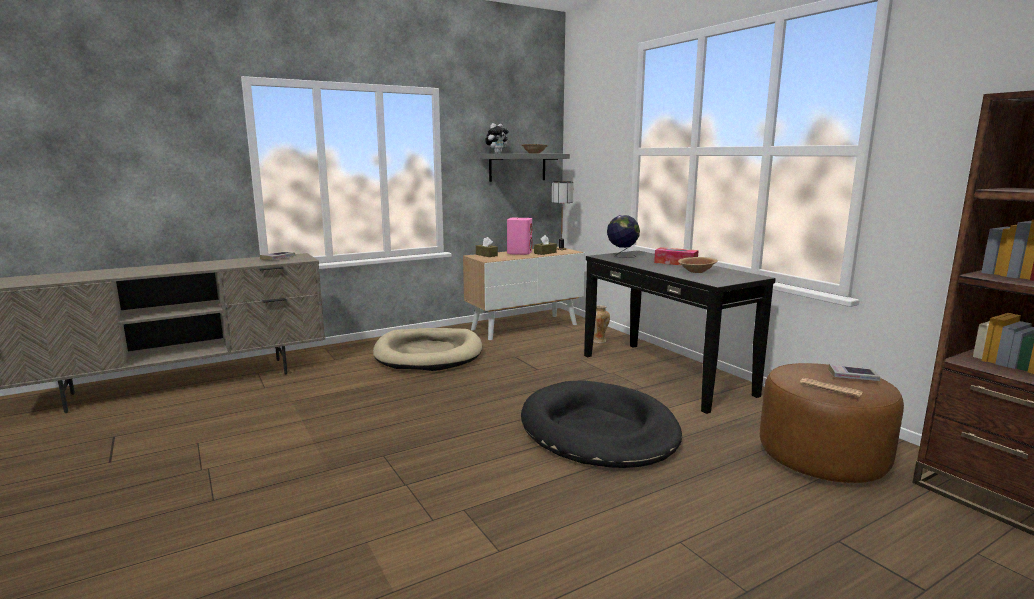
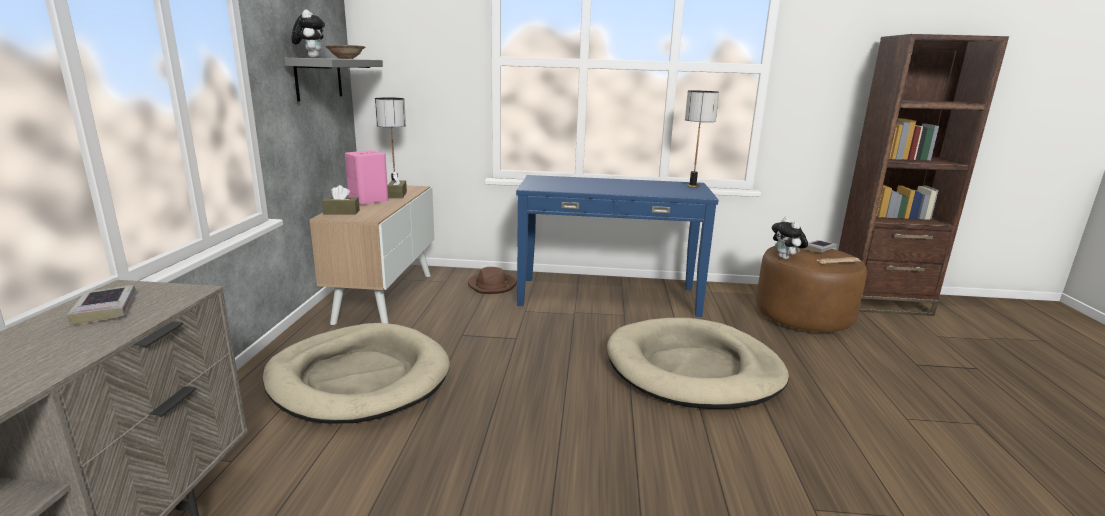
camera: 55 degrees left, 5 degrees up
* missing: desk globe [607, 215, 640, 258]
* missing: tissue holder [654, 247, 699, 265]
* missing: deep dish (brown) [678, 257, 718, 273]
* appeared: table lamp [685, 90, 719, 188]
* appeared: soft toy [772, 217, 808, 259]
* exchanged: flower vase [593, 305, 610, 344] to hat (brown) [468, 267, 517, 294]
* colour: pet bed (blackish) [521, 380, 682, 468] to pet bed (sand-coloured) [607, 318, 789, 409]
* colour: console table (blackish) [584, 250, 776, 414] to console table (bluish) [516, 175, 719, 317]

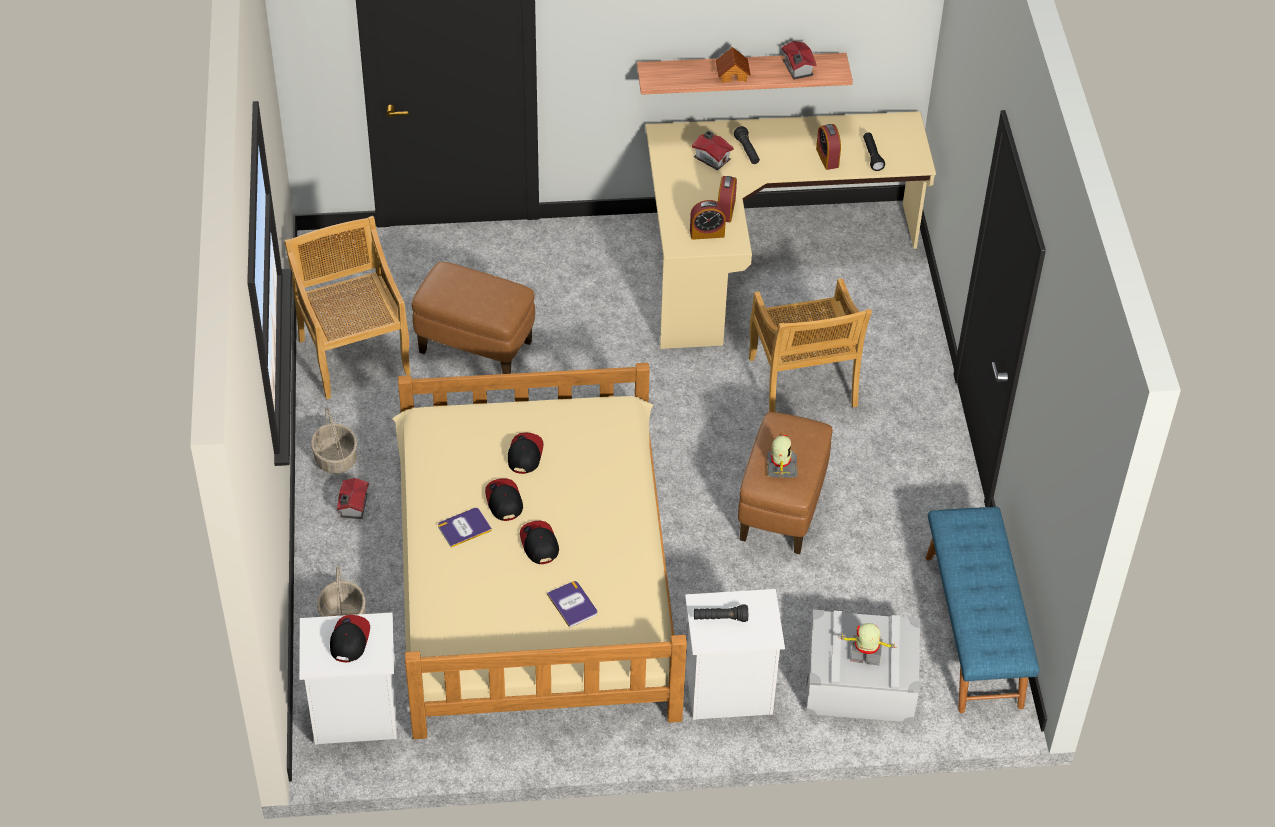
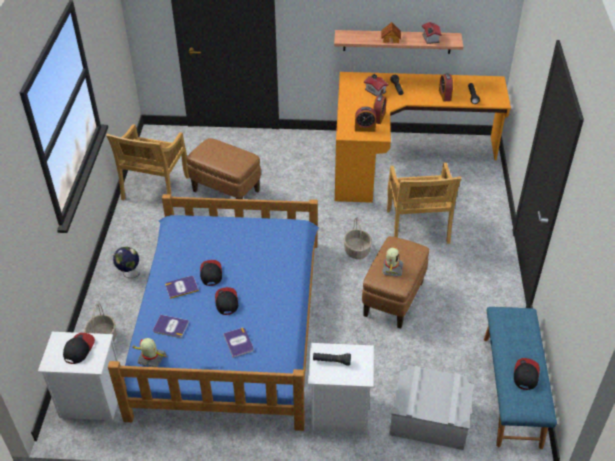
camera: 10 degrees right, 5 degrees down
* appeared: bound book [153, 315, 189, 338]
* relocated: storage basket [311, 408, 357, 474] to [344, 217, 372, 259]
* relocated: baseball cap [508, 432, 543, 474] to [514, 358, 540, 390]
* relocated: robot figure [838, 623, 896, 666] to [133, 338, 166, 367]
* exchanged: miniature house [337, 478, 369, 519] to desk globe [113, 246, 140, 278]
* colour: sleeping bed (sand-coloured) [392, 363, 687, 739] to sleeping bed (bluish) [108, 194, 320, 431]
* colour: desk (sand-coloured) [646, 111, 936, 349] to desk (orangey) [335, 72, 511, 203]
* spun: chair (sand-coloured) [284, 216, 410, 399] = [106, 124, 189, 200] 150 degrees counterclockwise

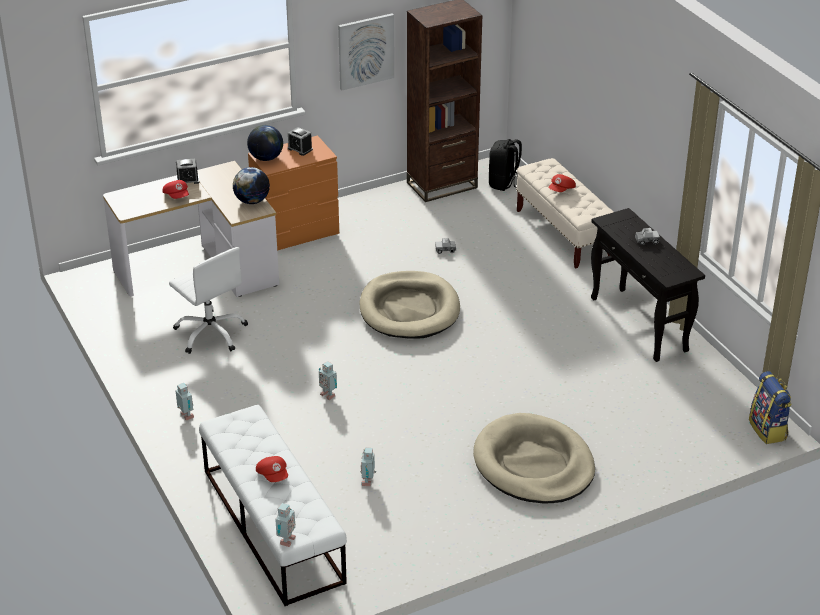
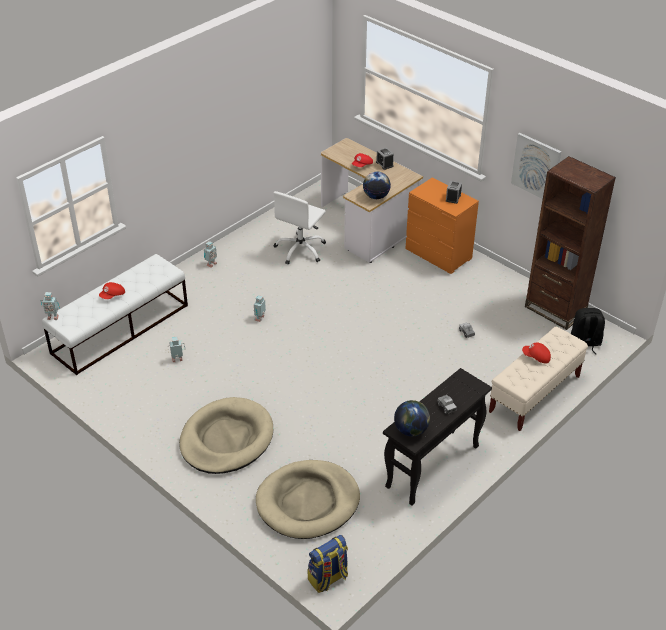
camera: 70 degrees right, 5 degrees up
* relocated: desk globe [247, 125, 283, 161] to [394, 400, 430, 436]
* relocated: pet bed (sand-coloured) [360, 271, 460, 338] to [256, 460, 360, 539]

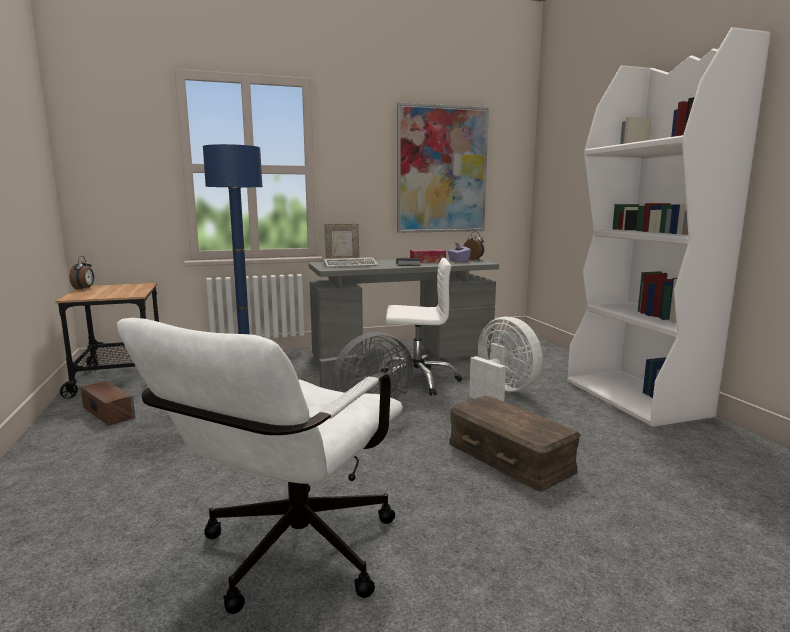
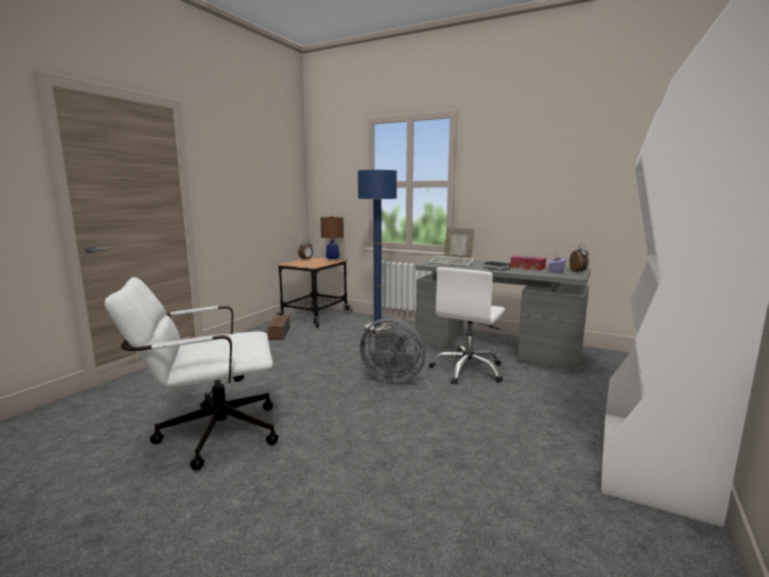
camera: 45 degrees right, 0 degrees up
* missing: wall picture [397, 102, 489, 233]
* missing: storage container (brown) [449, 396, 581, 492]
* missing: electric fan (whitish) [469, 317, 542, 401]
* appeared: table lamp (brown) [320, 216, 344, 261]
* spun: office chair (whitish) [379, 258, 462, 396] = [429, 267, 505, 385] 75 degrees clockwise

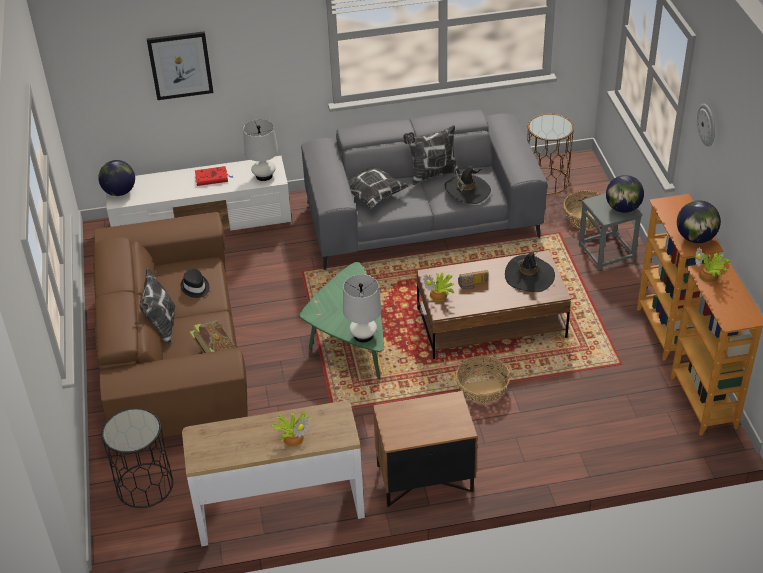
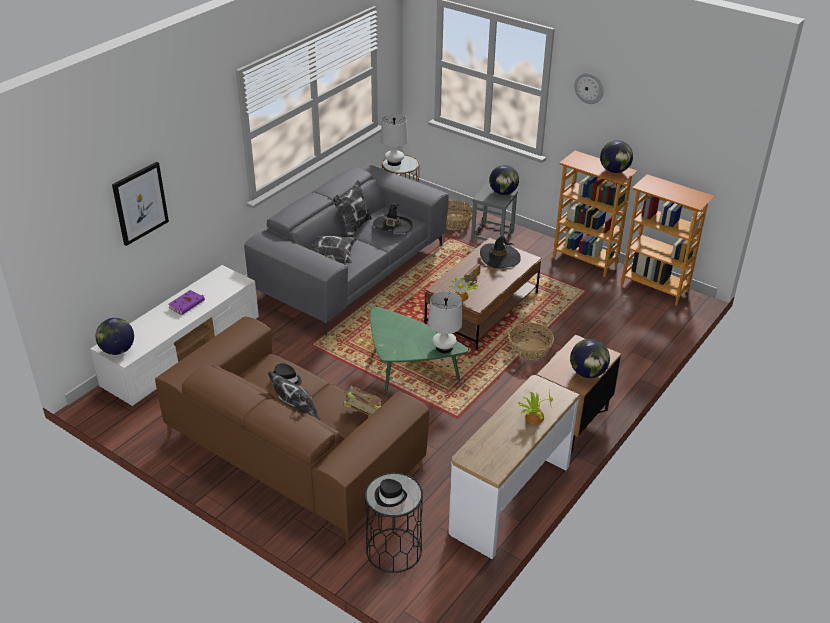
camera: 45 degrees left, 5 degrees down
* missing: houseplant [695, 247, 731, 282]
* appeared: hat (blackish) [374, 479, 407, 507]
* appeared: desk globe [570, 339, 610, 378]
* relocated: table lamp (whitish) [243, 119, 278, 181] to [381, 114, 408, 166]
* colour: bound book (reddish) [195, 166, 233, 186] to bound book (purplish) [168, 290, 205, 315]

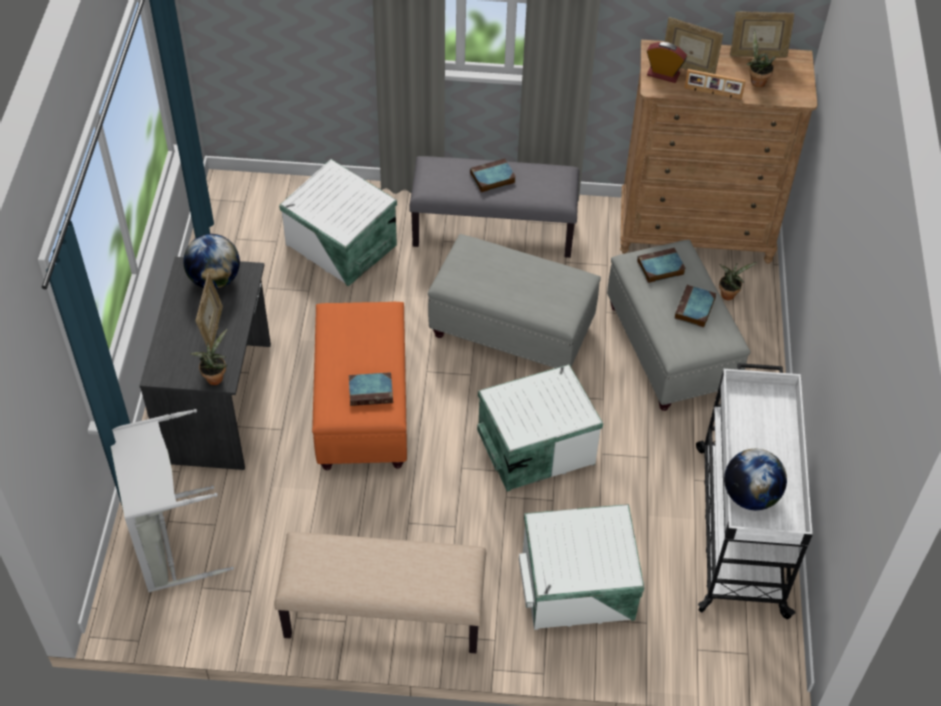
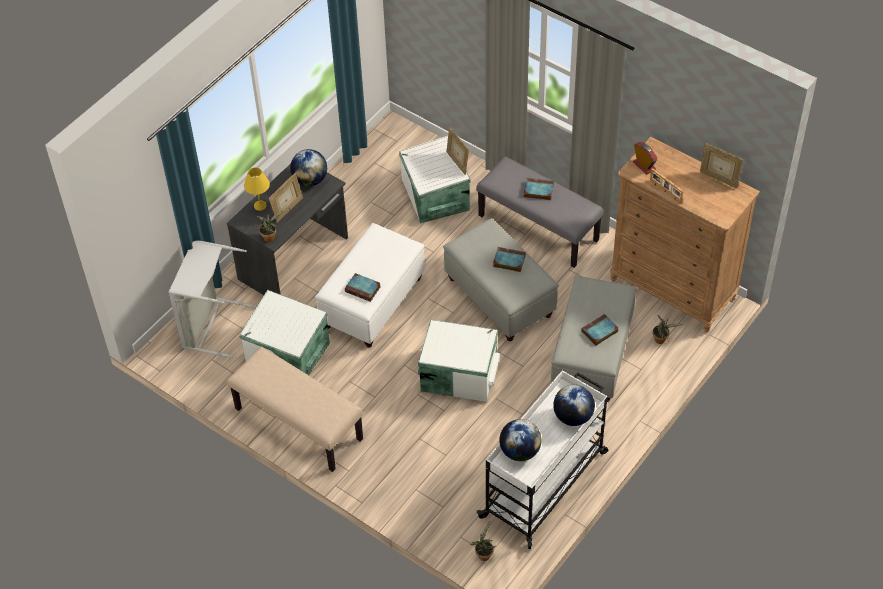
camera: 35 degrees right, 0 degrees up
* appeared: table lamp (yellowish) [244, 167, 270, 211]
* appeared: desk globe [553, 384, 595, 426]
* relocated: storage container (whitish) [519, 504, 644, 630] to [239, 290, 330, 375]
* relocated: bound book [637, 248, 686, 283] to [493, 247, 526, 272]
* relocated: photo frame [665, 17, 723, 74] to [446, 127, 469, 175]
* relocated: houseplant [746, 30, 776, 87] to [471, 521, 496, 561]
* colour: pouffe (orangey) [312, 302, 407, 470] to pouffe (whitish) [315, 223, 425, 347]

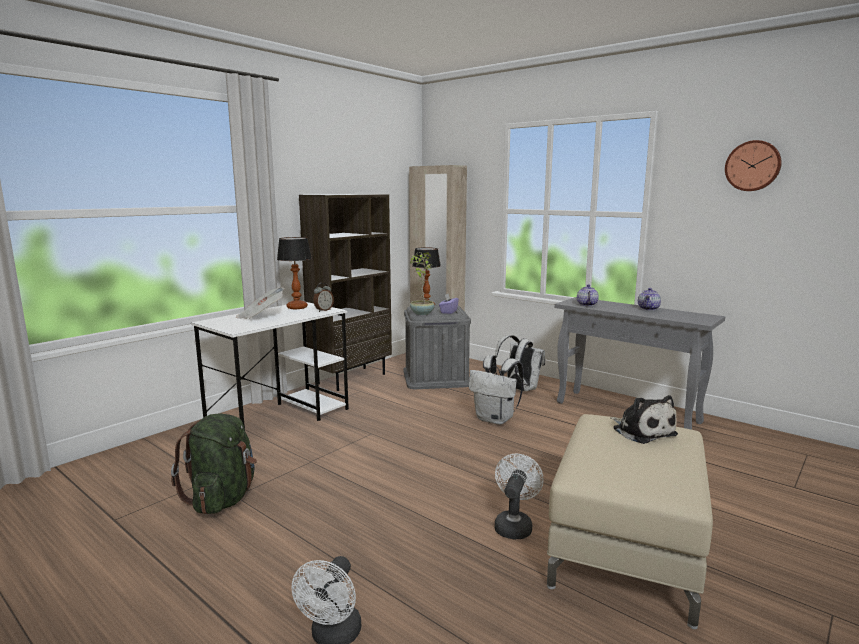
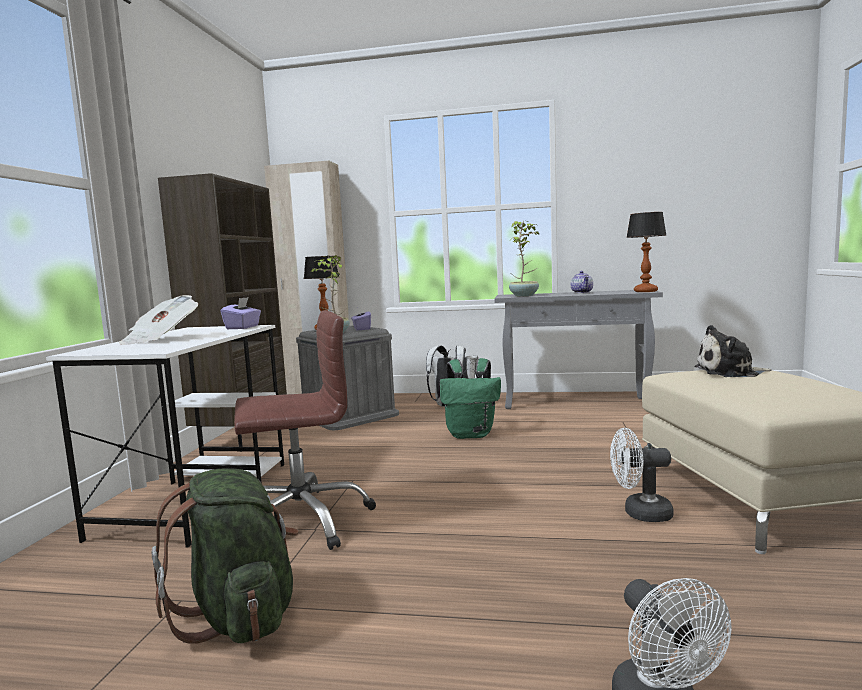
camera: 30 degrees left, 5 degrees down
* missing: wall clock [725, 140, 782, 191]
* appeared: office chair (brown) [234, 310, 376, 550]
* relocated: table lamp [277, 237, 312, 309] to [626, 212, 666, 292]
* exchanged: alarm clock [313, 283, 334, 312] to tissue holder (purplish) [221, 297, 261, 329]
* exchanged: pot for tea [577, 284, 599, 306] to houseplant [509, 221, 539, 297]
* colour: rucksack (whitish) [469, 355, 524, 425] to rucksack (green-coloured) [440, 358, 501, 439]
* spun: electric fan (whitish) [495, 453, 544, 540] = [610, 428, 674, 522] 75 degrees counterclockwise
* spun: soft toy [610, 395, 678, 444] = [694, 325, 772, 377] 150 degrees clockwise

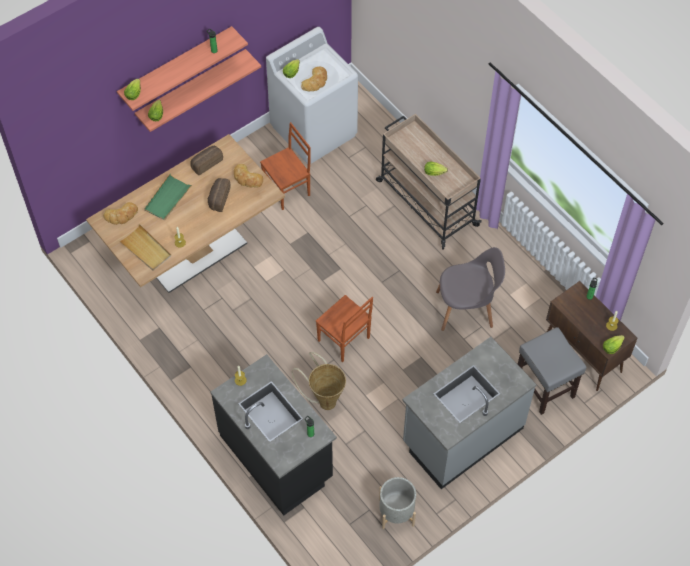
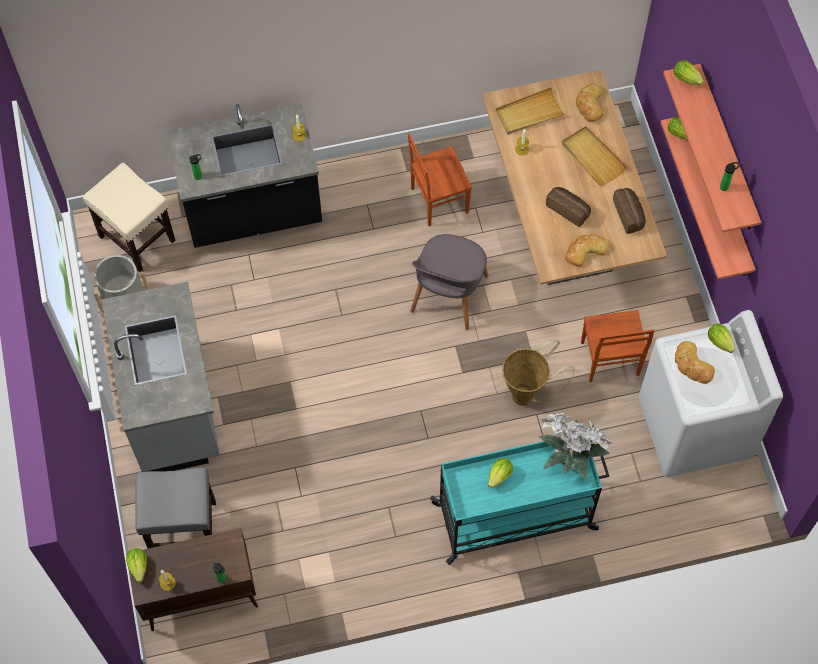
camera: 115 degrees right, 5 degrees up
* appeared: stool seat (sand-coloured) [83, 163, 175, 272]
* appeared: houseplant [539, 413, 612, 480]
* relocated: storage basket [292, 352, 346, 410] to [502, 340, 575, 406]
* relocated: chair (brown) [316, 295, 373, 362] to [408, 133, 472, 226]
* relocated: chair (gray) [436, 247, 505, 331] to [410, 234, 488, 330]
* colour: tray (green-coloured) [144, 174, 192, 220] to tray (sand-coloured) [562, 126, 627, 186]
* colour: trolley (sand-coloured) [376, 114, 482, 250] to trolley (turquoise-coloured) [430, 441, 609, 565]

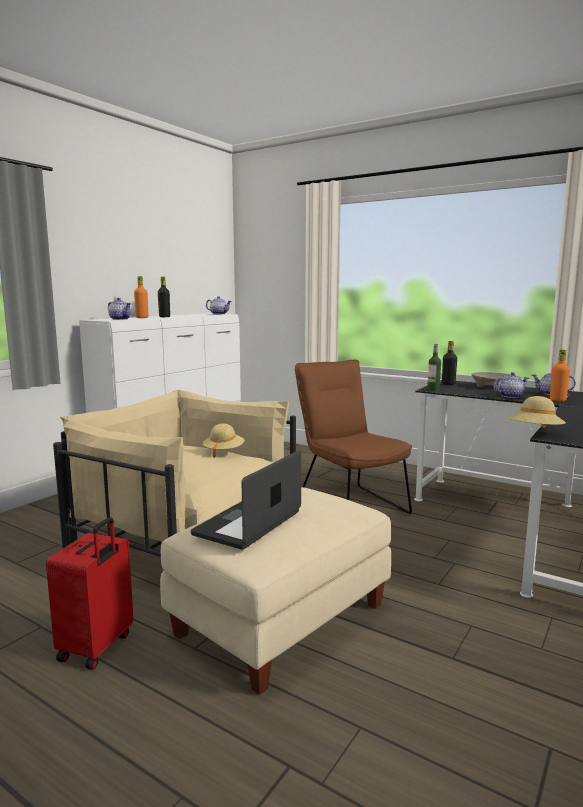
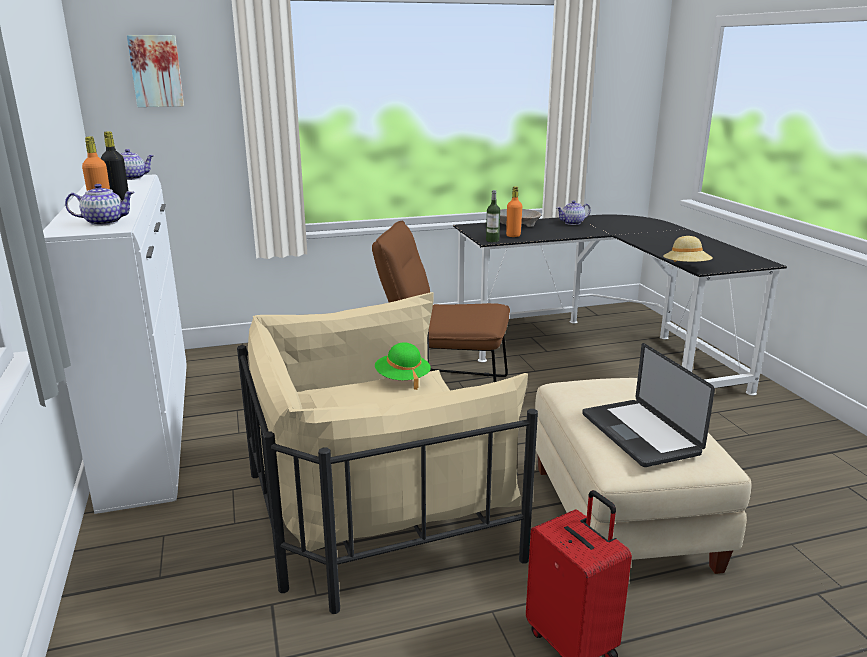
camera: 50 degrees left, 10 degrees up
* missing: bottle (blackish) [442, 341, 457, 385]
* missing: pot for tea [494, 372, 529, 398]
* appeared: wall picture [127, 35, 184, 107]
* relocated: bottle (orangey) [550, 350, 570, 401] to [506, 187, 522, 237]
* colour: hat (sand-coloured) [203, 424, 245, 458] to hat (green-coloured) [375, 342, 431, 390]

